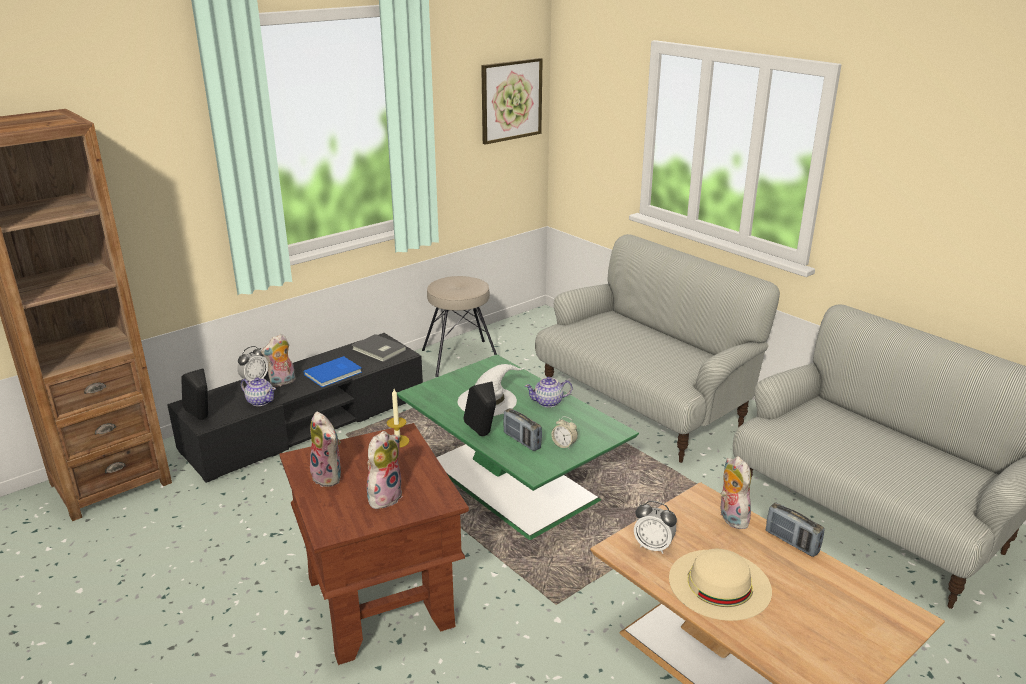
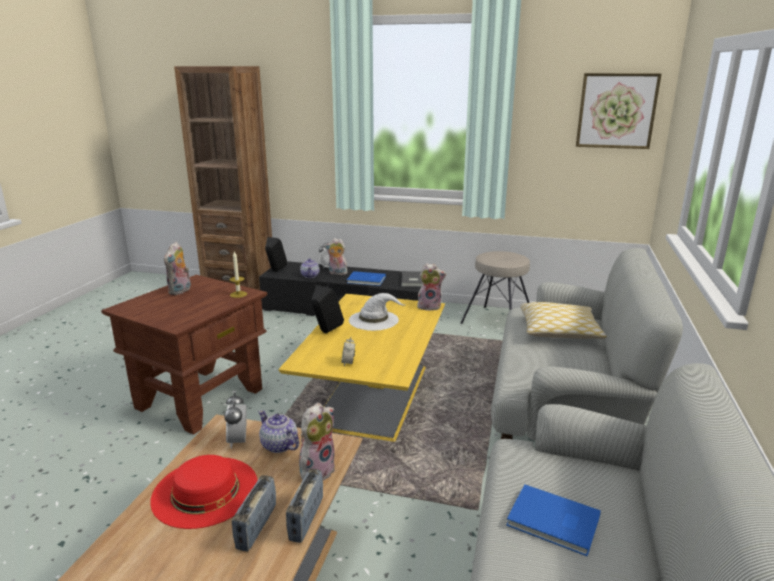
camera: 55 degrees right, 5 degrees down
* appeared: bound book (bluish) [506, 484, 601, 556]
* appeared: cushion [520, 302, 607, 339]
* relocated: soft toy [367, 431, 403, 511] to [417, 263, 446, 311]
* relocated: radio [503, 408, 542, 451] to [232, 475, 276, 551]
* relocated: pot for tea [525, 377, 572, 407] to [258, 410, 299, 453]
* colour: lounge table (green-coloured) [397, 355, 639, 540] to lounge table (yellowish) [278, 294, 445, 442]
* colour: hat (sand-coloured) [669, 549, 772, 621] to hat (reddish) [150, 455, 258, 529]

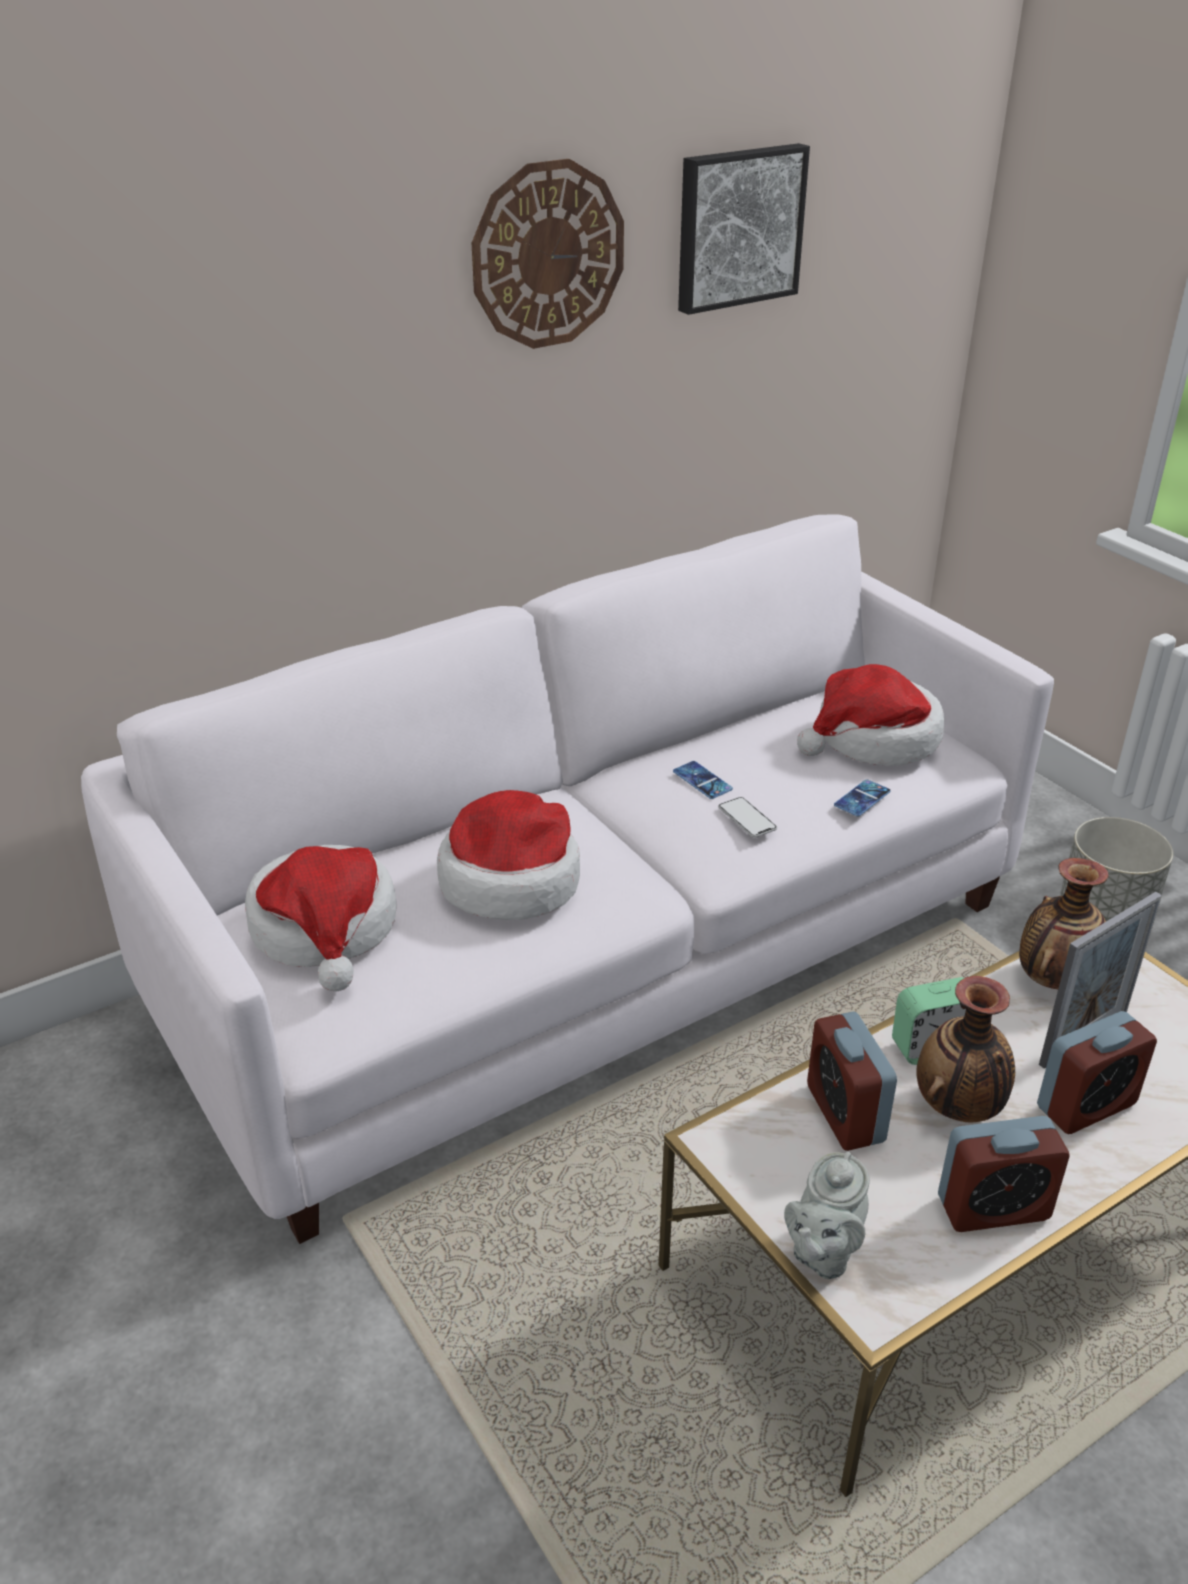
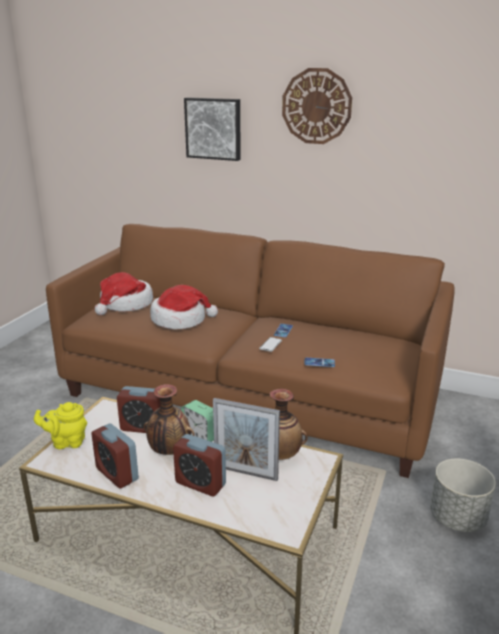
camera: 55 degrees right, 10 degrees down
* missing: hat [797, 664, 944, 766]
* relocated: wall picture [678, 143, 810, 315] to [184, 98, 241, 161]
* colour: sofa (whitish) [81, 515, 1054, 1244] to sofa (brown) [46, 224, 455, 478]
* colour: pot for tea (gray) [784, 1152, 870, 1279] to pot for tea (yellowish) [34, 402, 87, 449]
* spun: alarm clock [807, 1012, 897, 1151] = [117, 386, 160, 433] 120 degrees counterclockwise

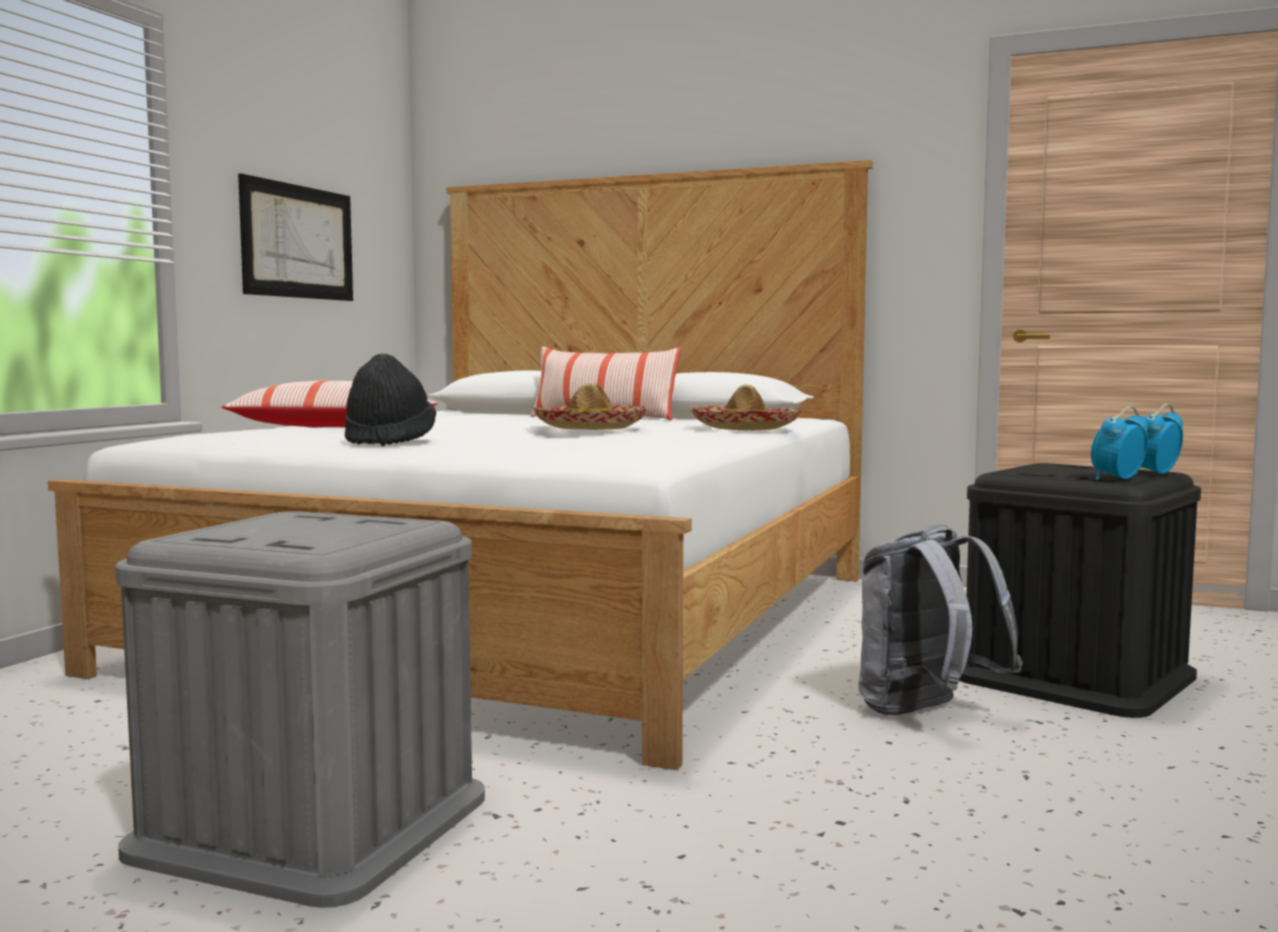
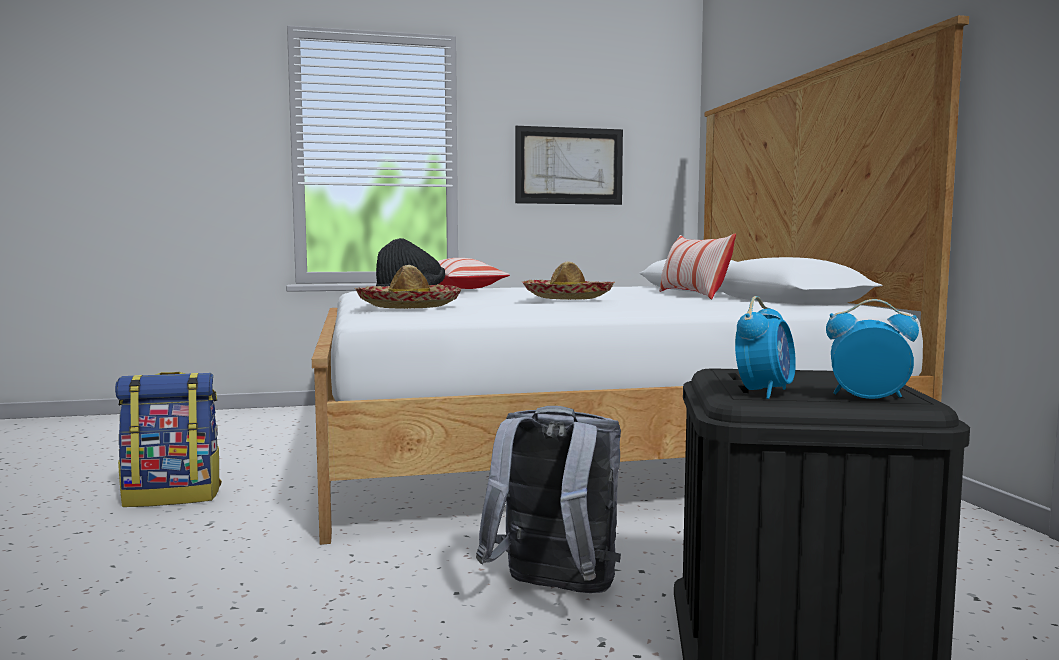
camera: 55 degrees right, 0 degrees up
* relocated: hat [689, 384, 802, 431] to [355, 265, 462, 309]
* exchanged: storage container (gray) [115, 511, 485, 908] to rucksack [115, 372, 222, 507]
* spun: alarm clock [1091, 406, 1148, 480] = [735, 296, 796, 399] 105 degrees clockwise

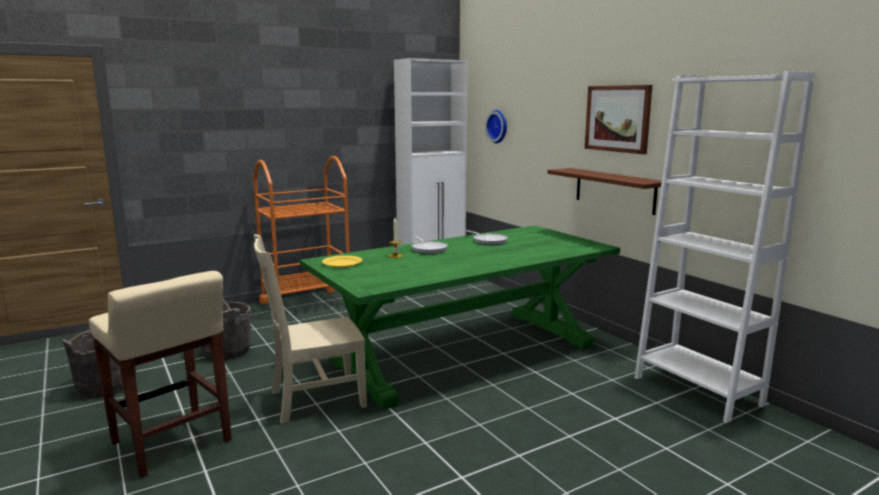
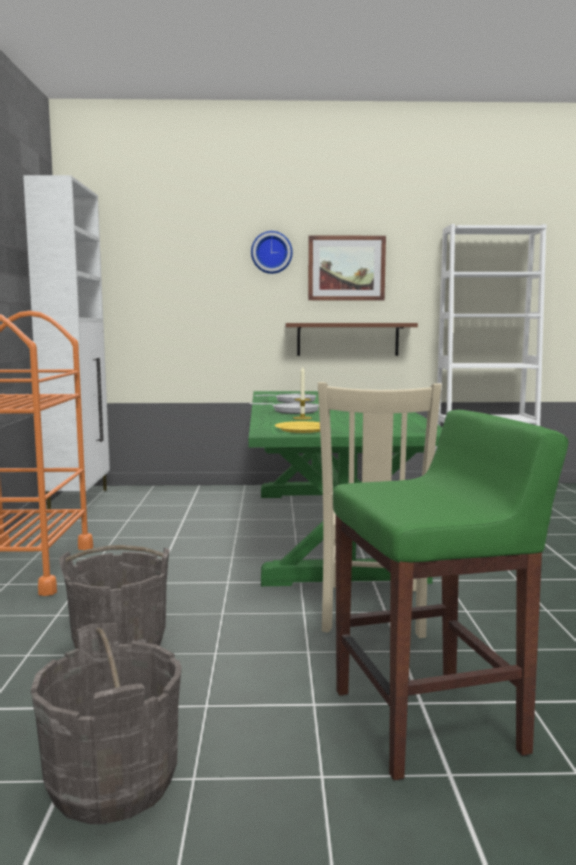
camera: 60 degrees left, 5 degrees down
* relocated: wall clock [485, 110, 507, 143] to [251, 231, 293, 274]
* colour: stool seat (sand-coloured) [89, 271, 232, 478] to stool seat (green-coloured) [333, 410, 568, 780]

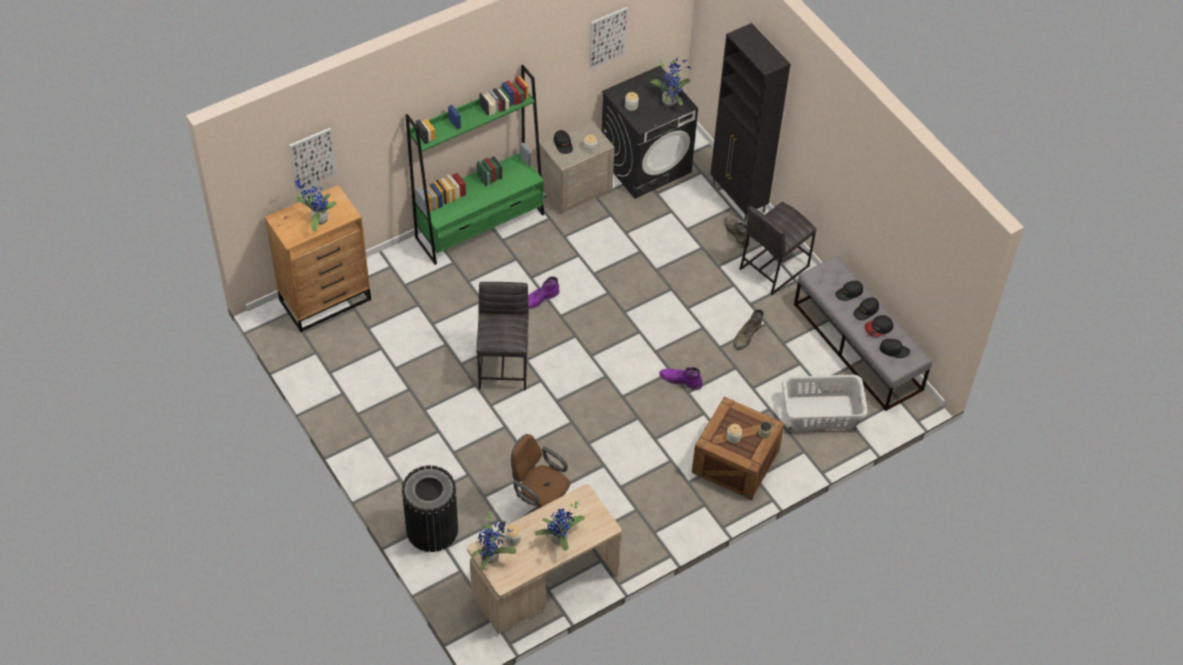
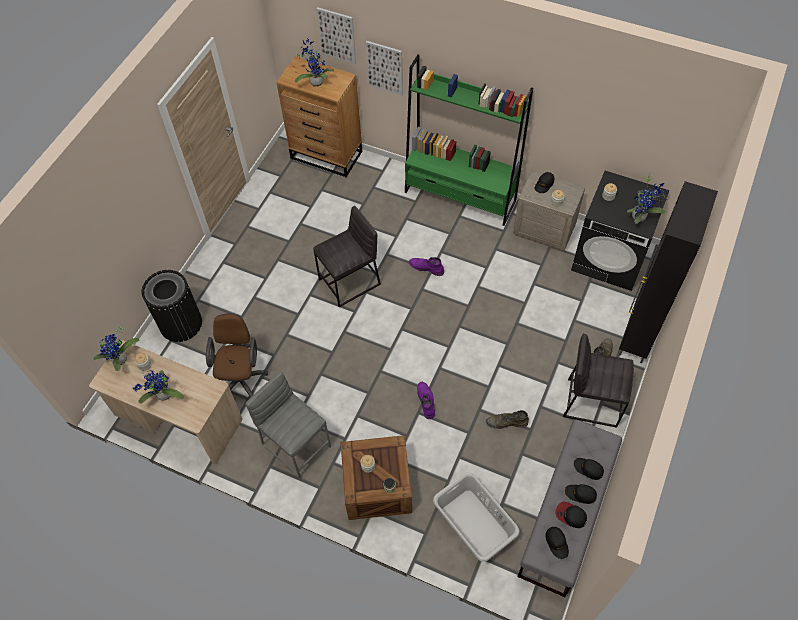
camera: 60 degrees right, 5 degrees up
* appeared: stool seat (gray) [245, 371, 331, 478]
* relocated: wall picture [589, 7, 628, 69] to [366, 41, 403, 96]

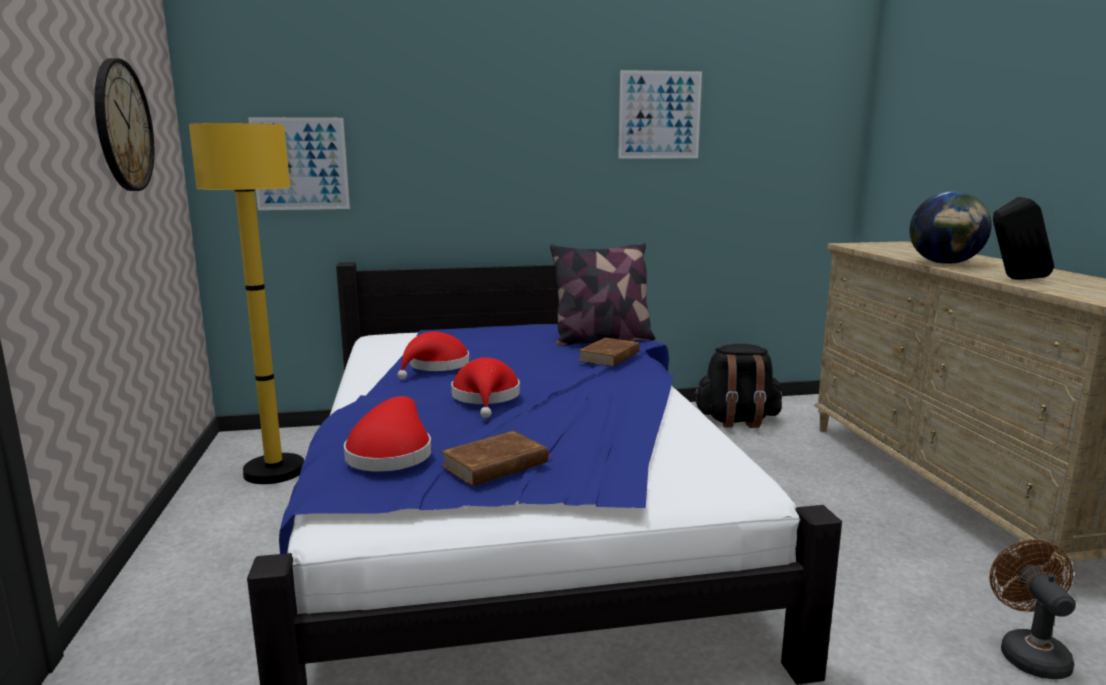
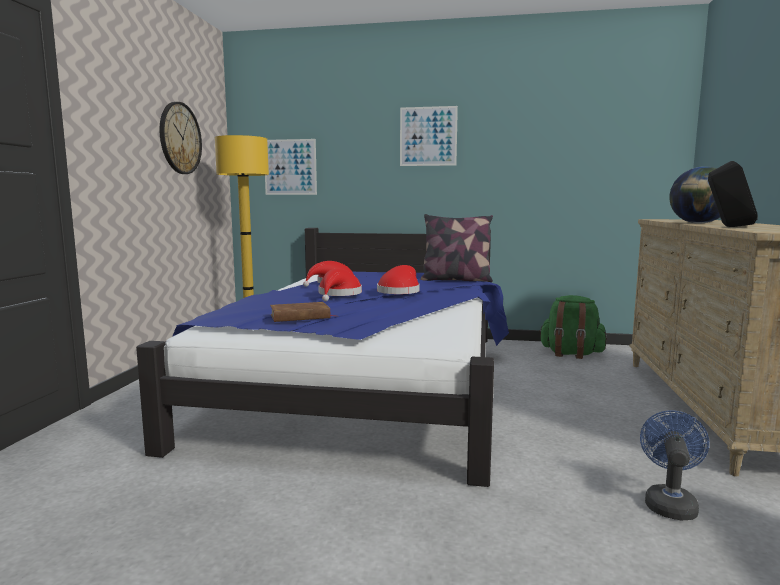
camera: 20 degrees right, 5 degrees down
* missing: bound book (brown) [578, 338, 640, 366]
* relocated: hat (reddish) [344, 396, 431, 472] to [377, 265, 420, 294]
* relocated: wall picture [618, 70, 702, 159] to [400, 106, 458, 166]
* colour: rucksack (blackish) [694, 344, 782, 428] to rucksack (green-coloured) [539, 295, 607, 359]
* colour: electric fan (brown) [989, 540, 1076, 679] to electric fan (bluish) [640, 410, 709, 520]

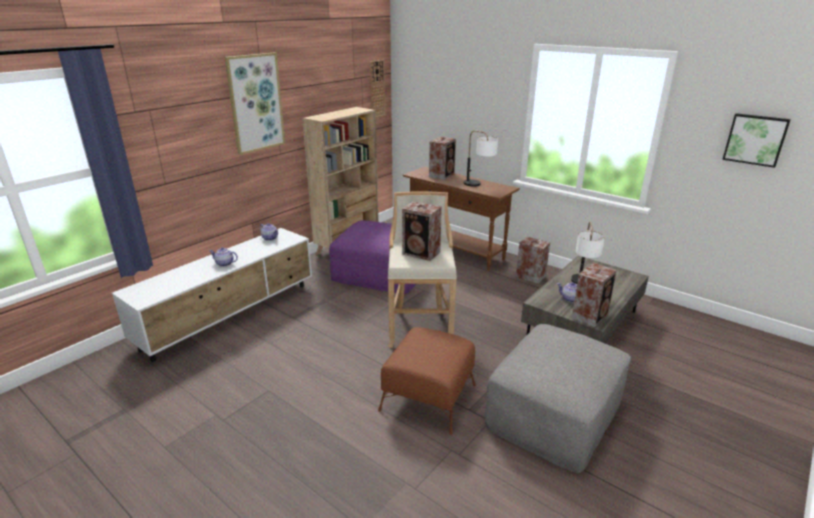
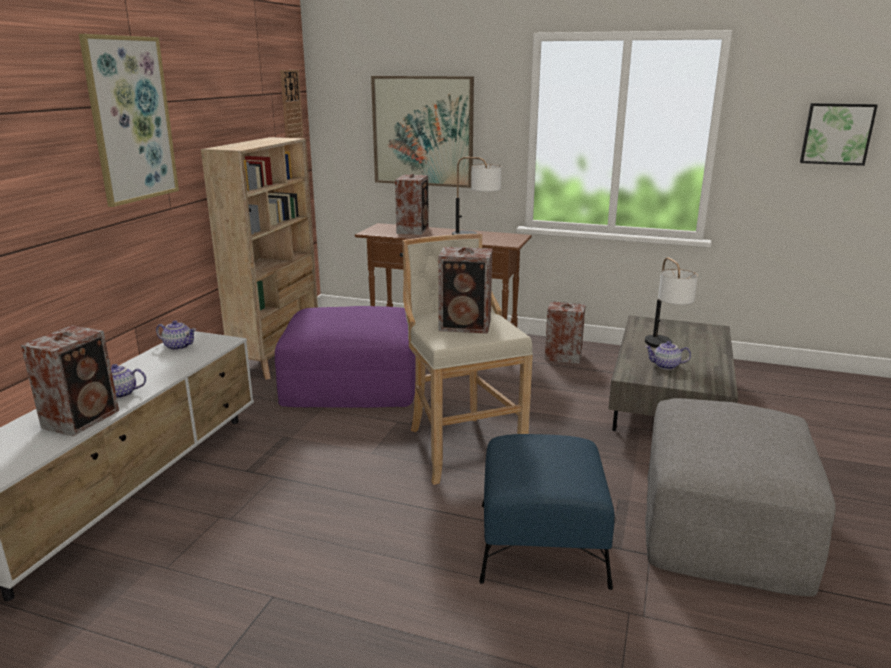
camera: 20 degrees left, 5 degrees down
* appeared: wall picture [371, 76, 474, 188]
* relocated: loudspeaker [572, 263, 617, 327] to [21, 325, 119, 436]
* colour: pouffe (brown) [378, 327, 476, 435] to pouffe (bluish) [479, 434, 615, 590]

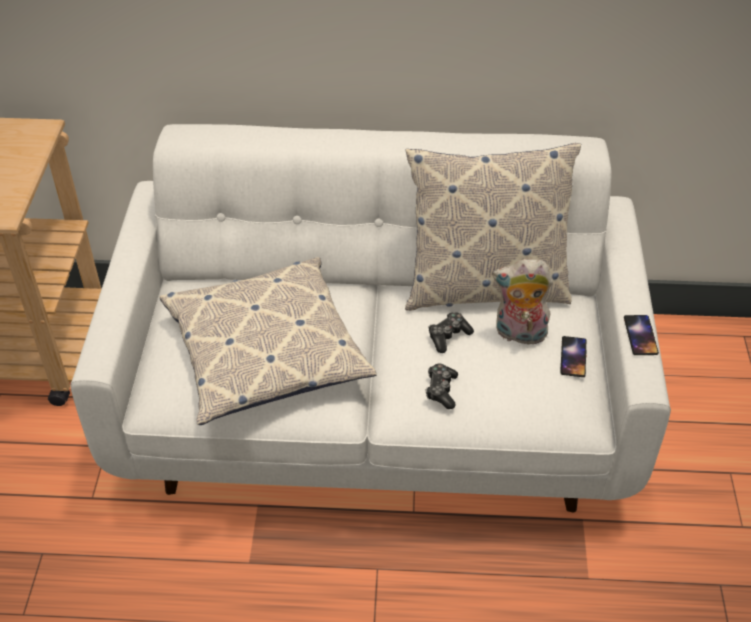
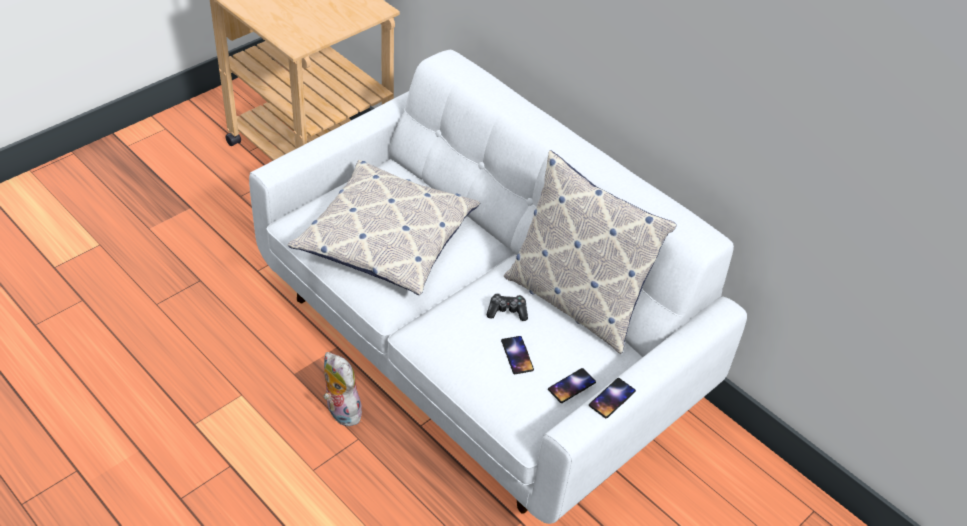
camera: 40 degrees right, 0 degrees up
* missing: joypad [426, 364, 458, 409]
* appeared: handset [501, 336, 534, 374]
* relocated: soft toy [493, 259, 553, 345] to [323, 352, 365, 427]

